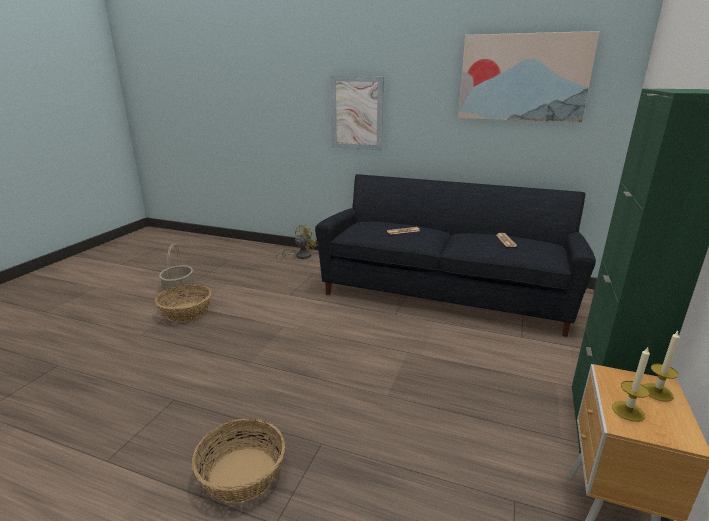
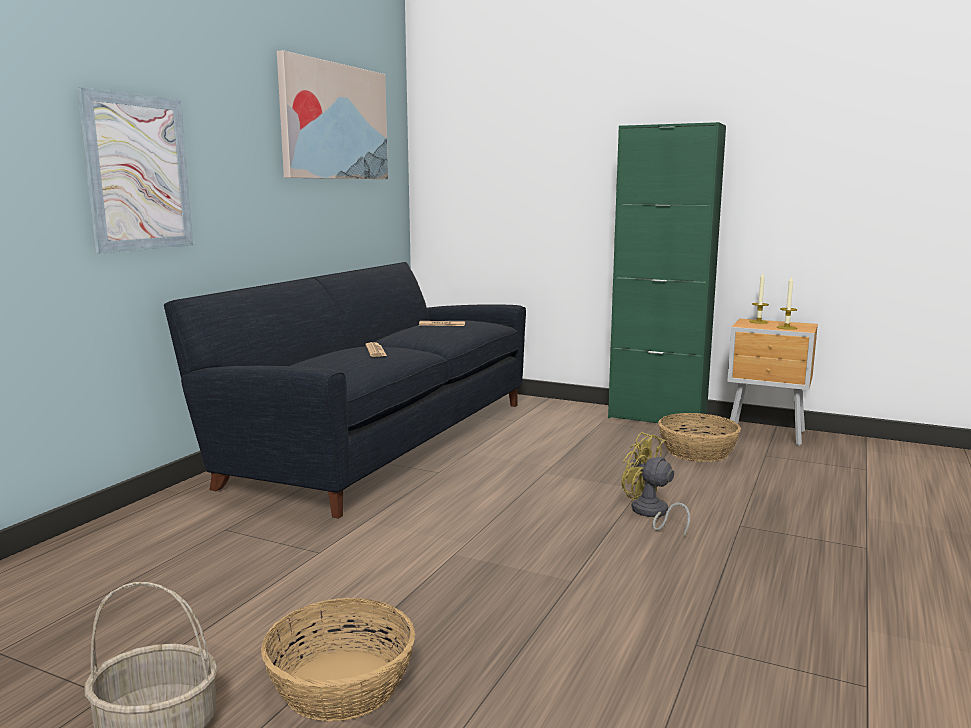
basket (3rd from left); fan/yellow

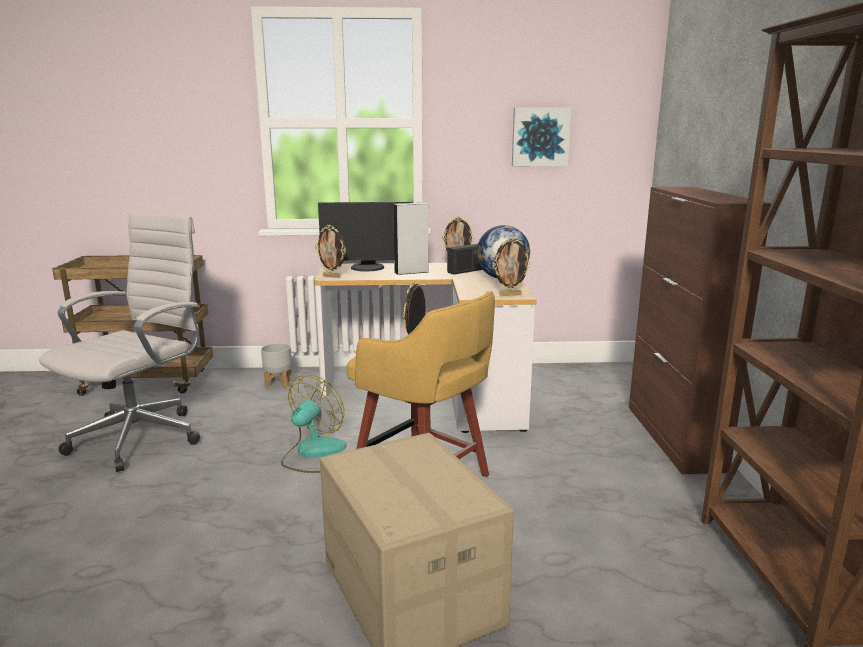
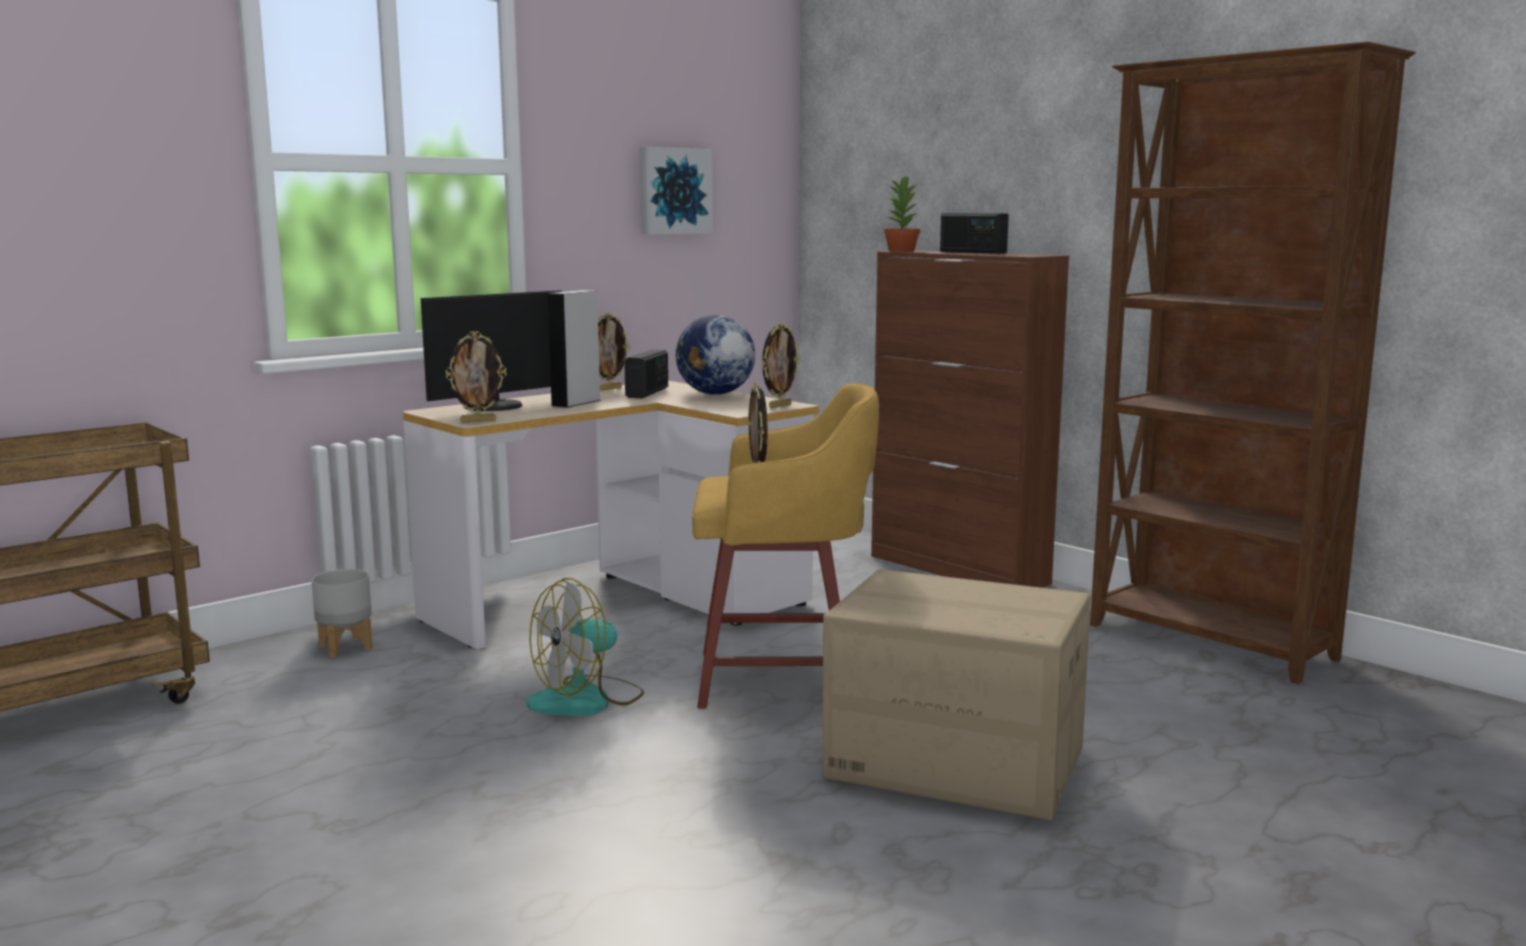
office chair/white; fan; potted plant; radio (2nd from left)

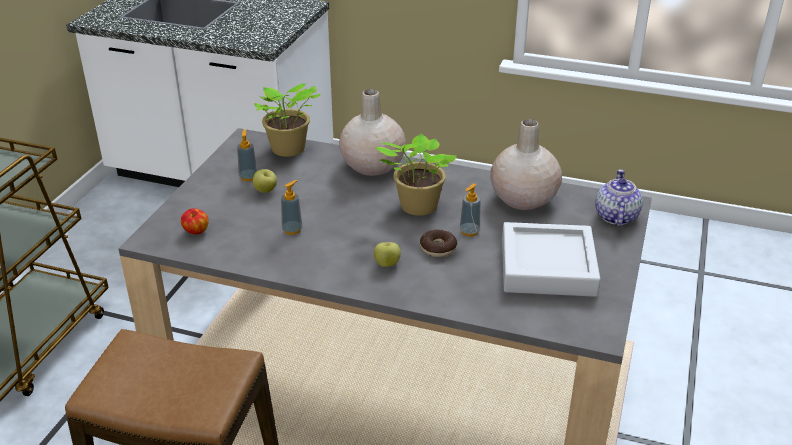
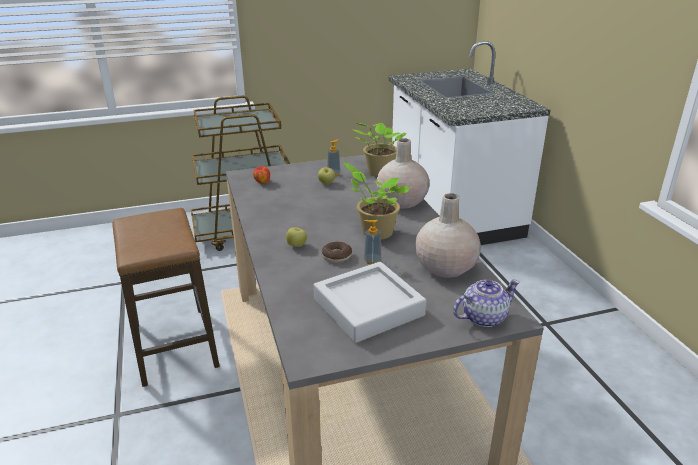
soap dispenser (2nd from left in the first image)

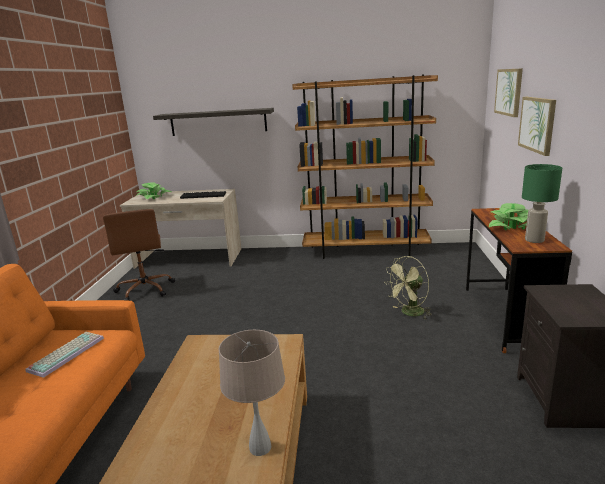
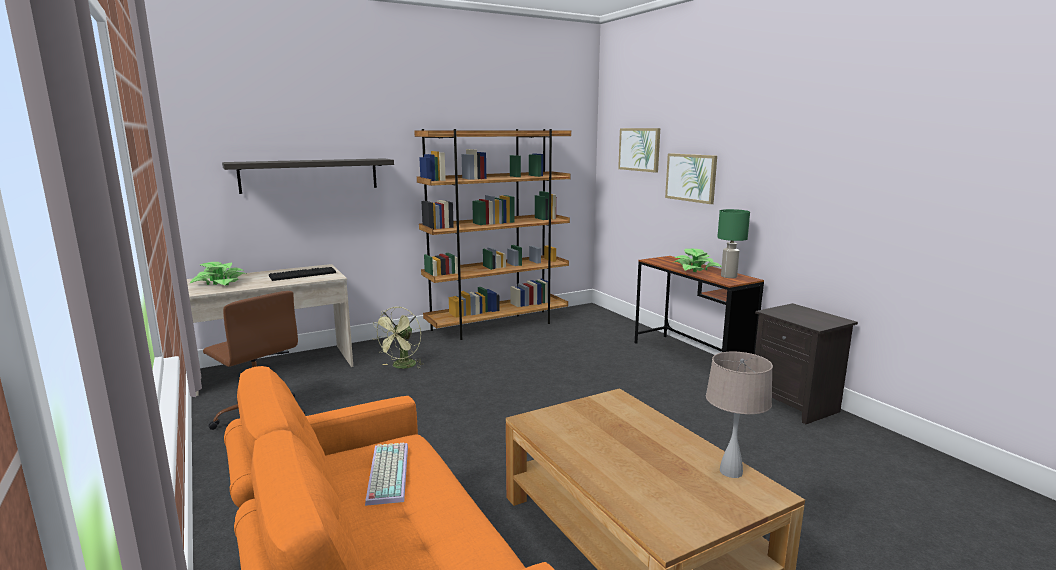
fan/green

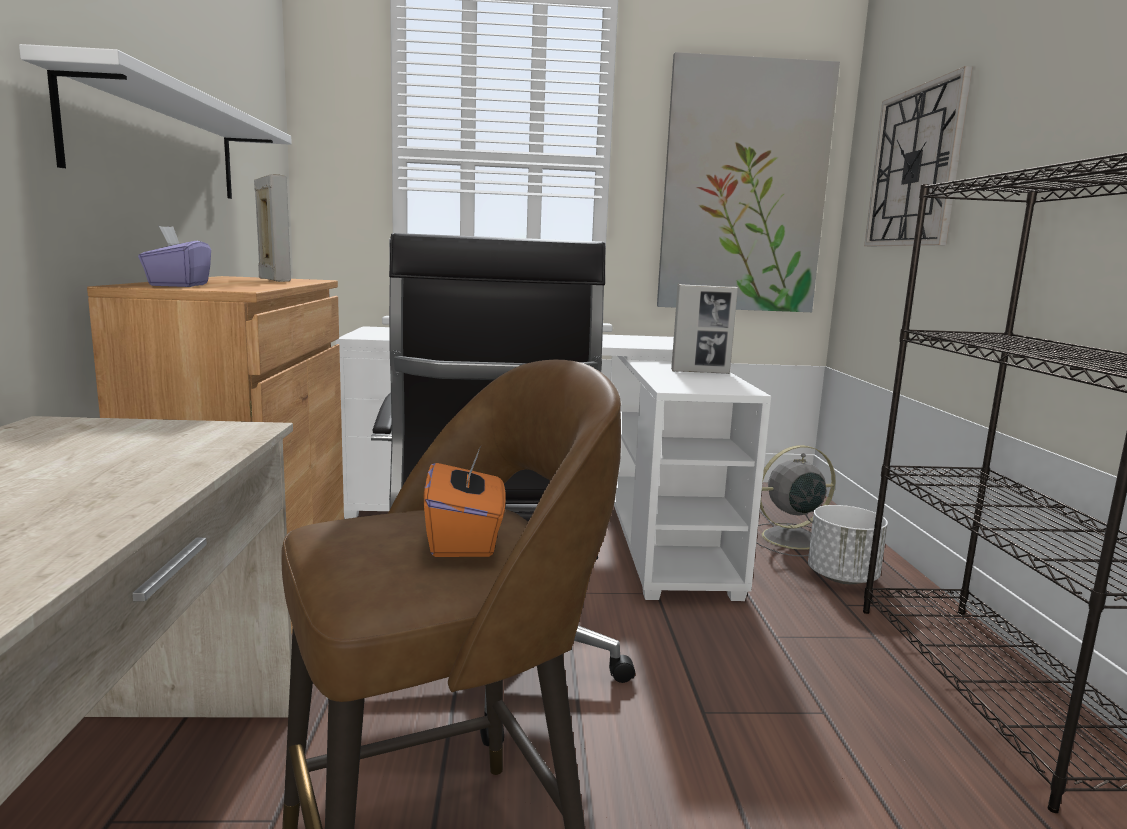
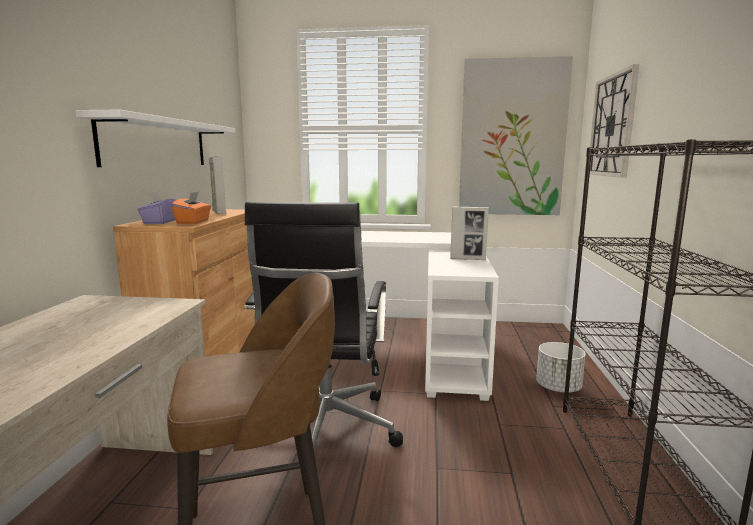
tissue box/orange; fan/grey

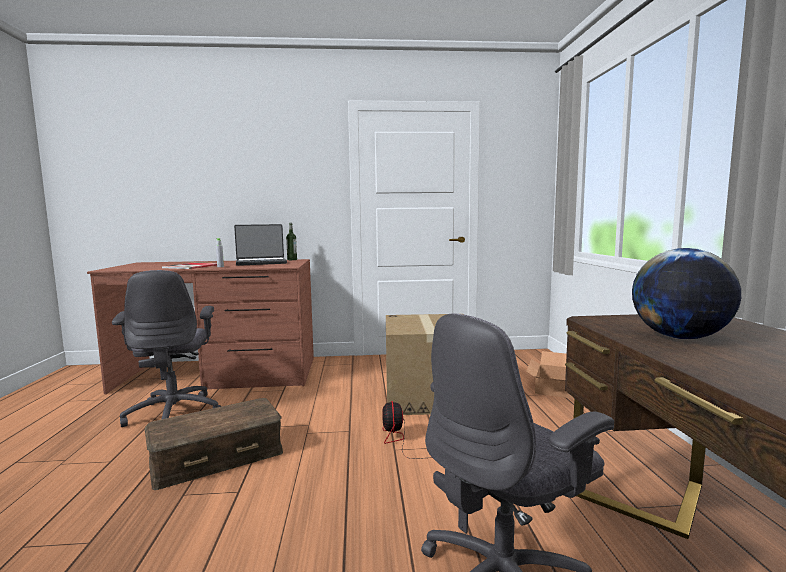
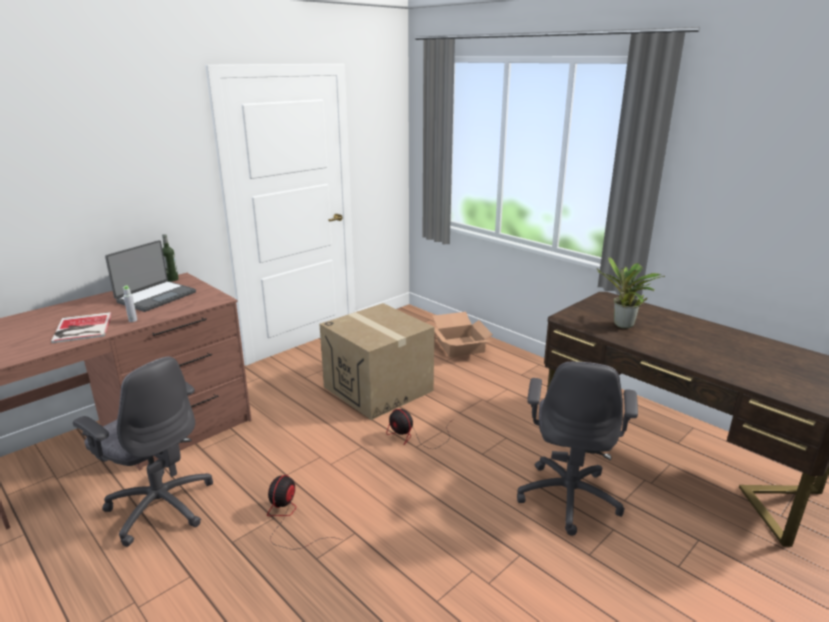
fan (1st from left); potted plant

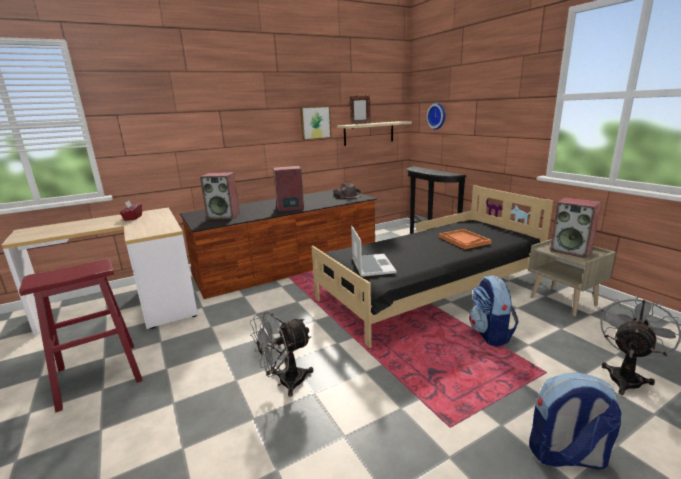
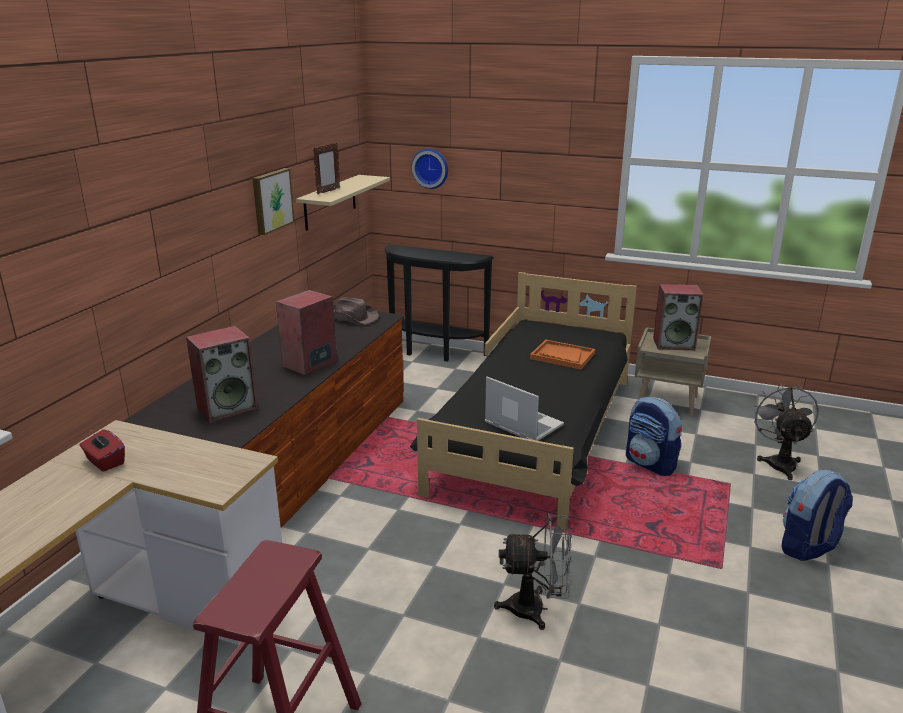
fan/grey (1st from left)

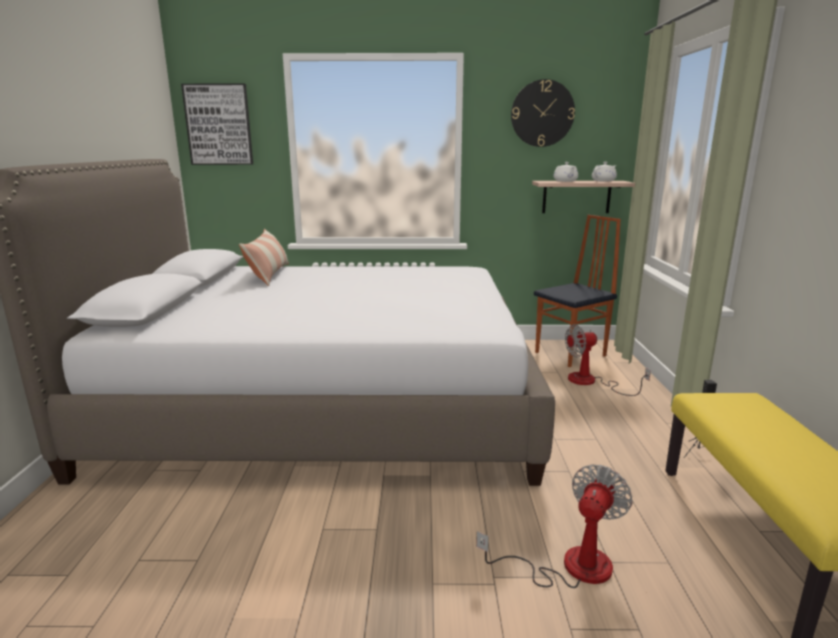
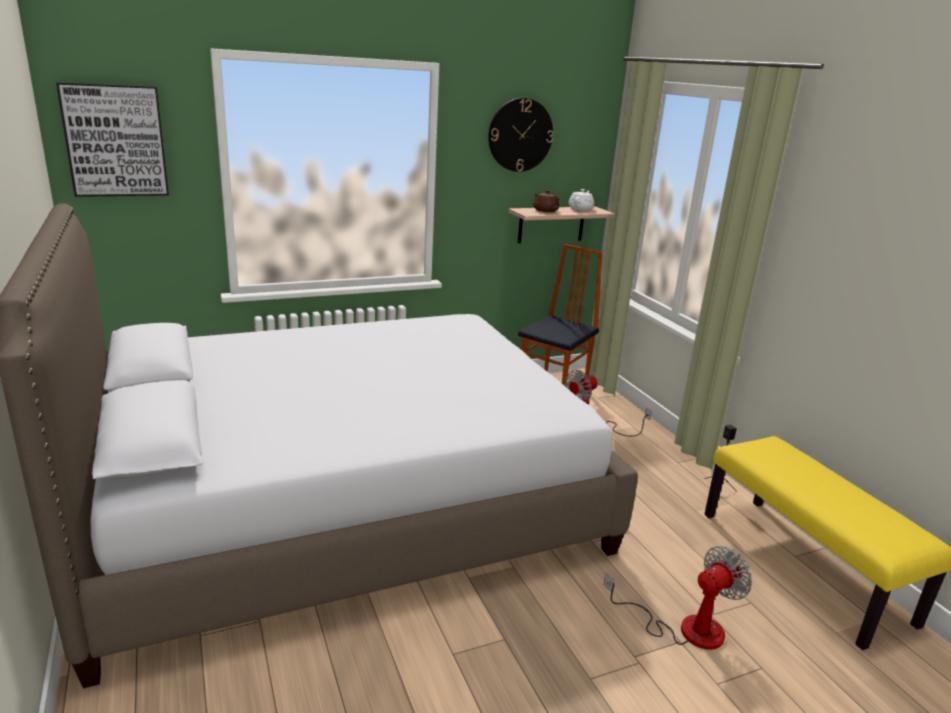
pillow; fan (2nd from left); teapot/brown

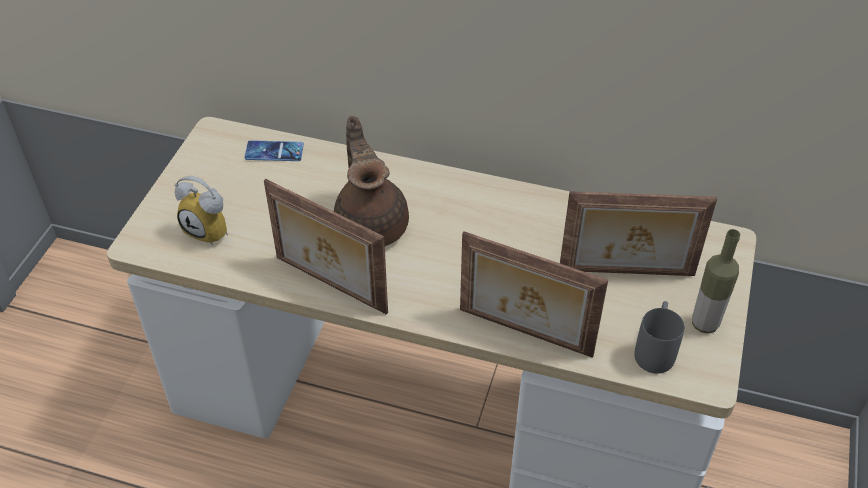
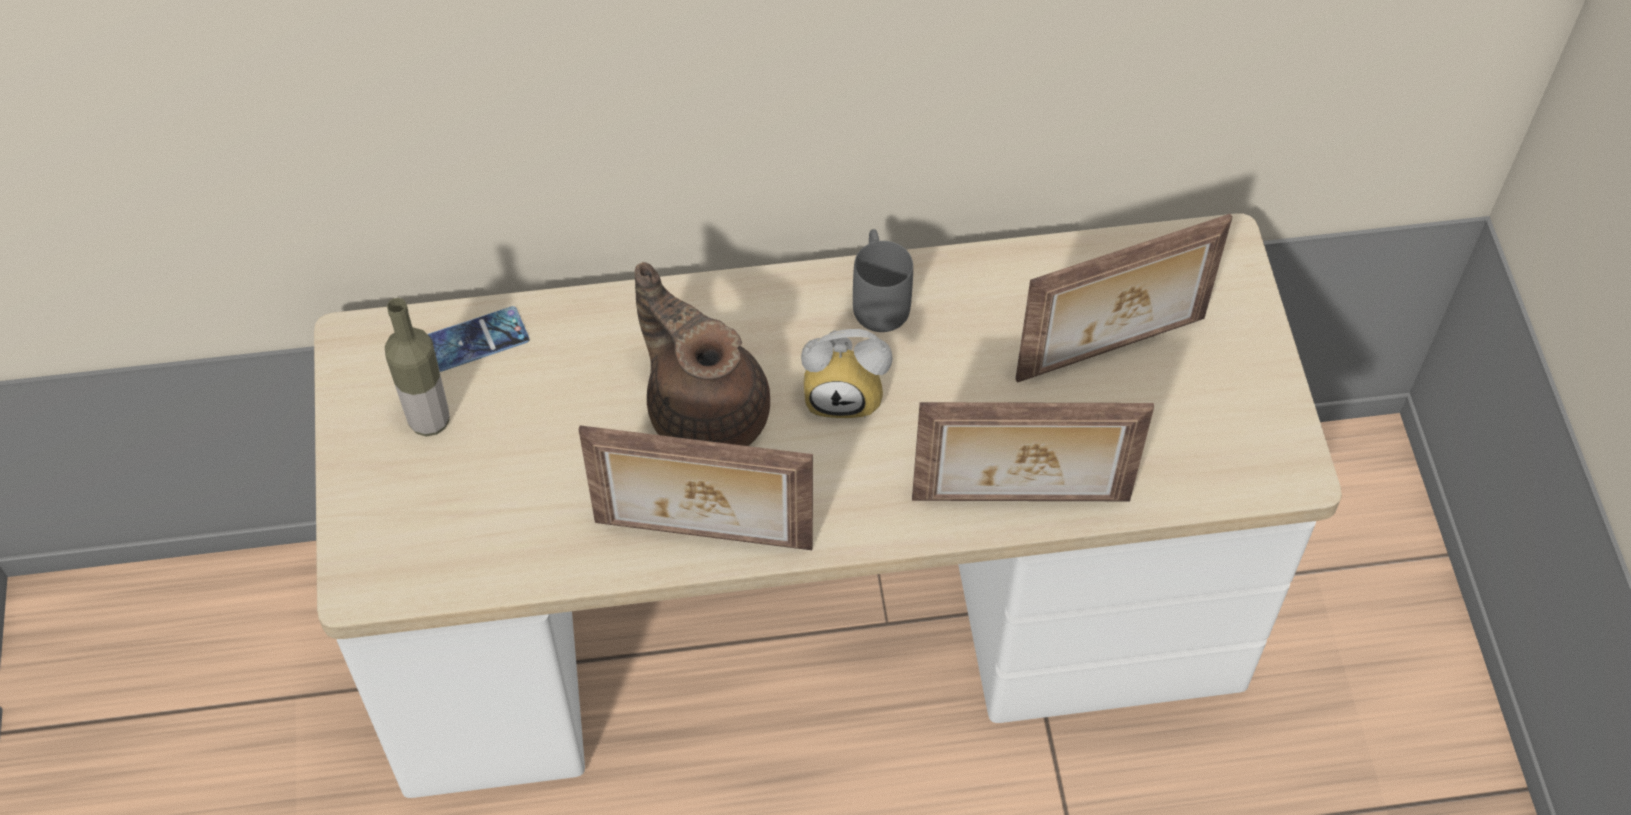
alarm clock; mug/grey; bottle

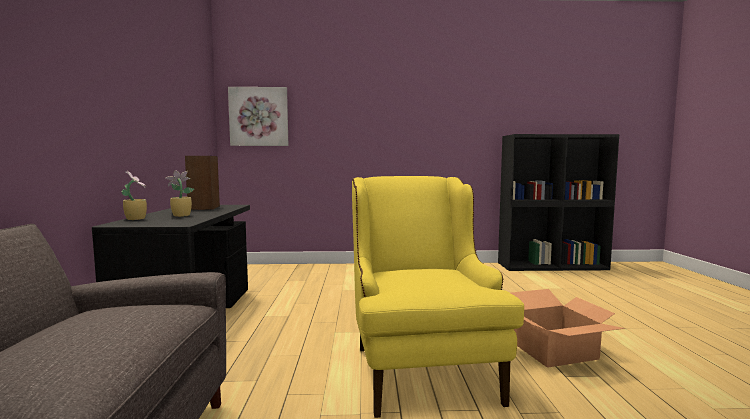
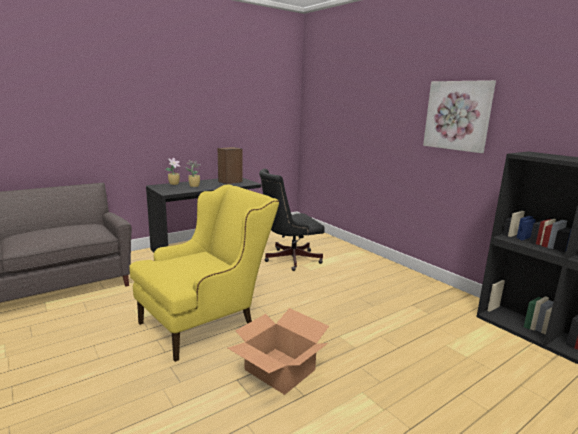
picture; office chair/black

